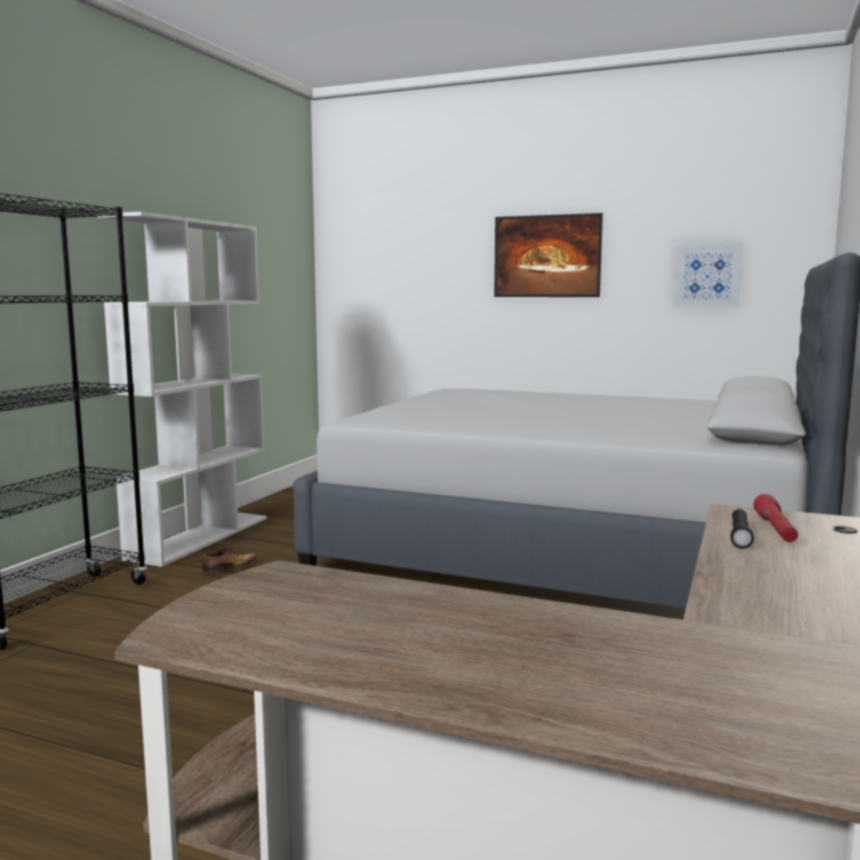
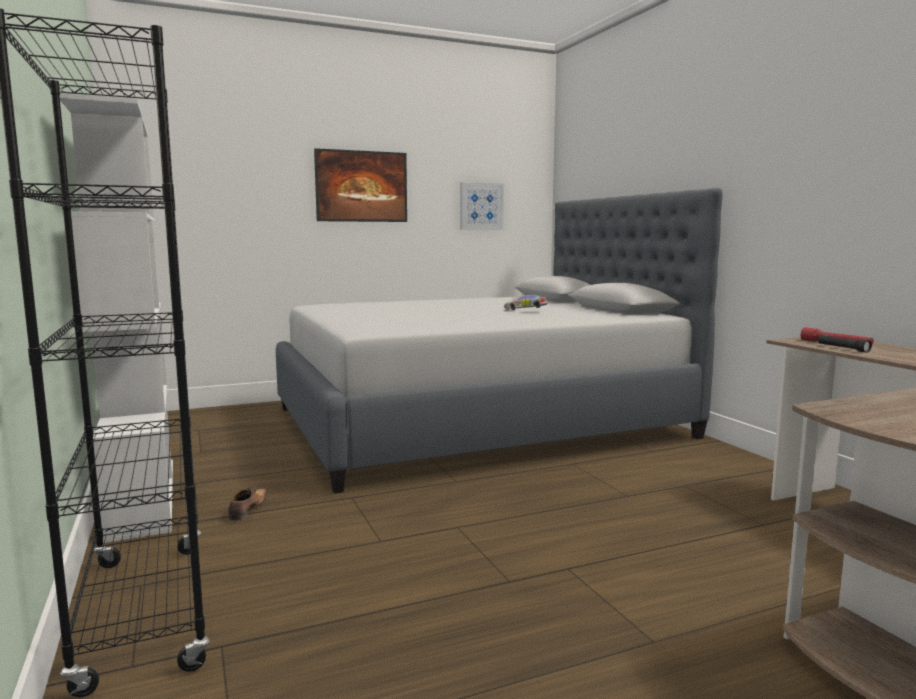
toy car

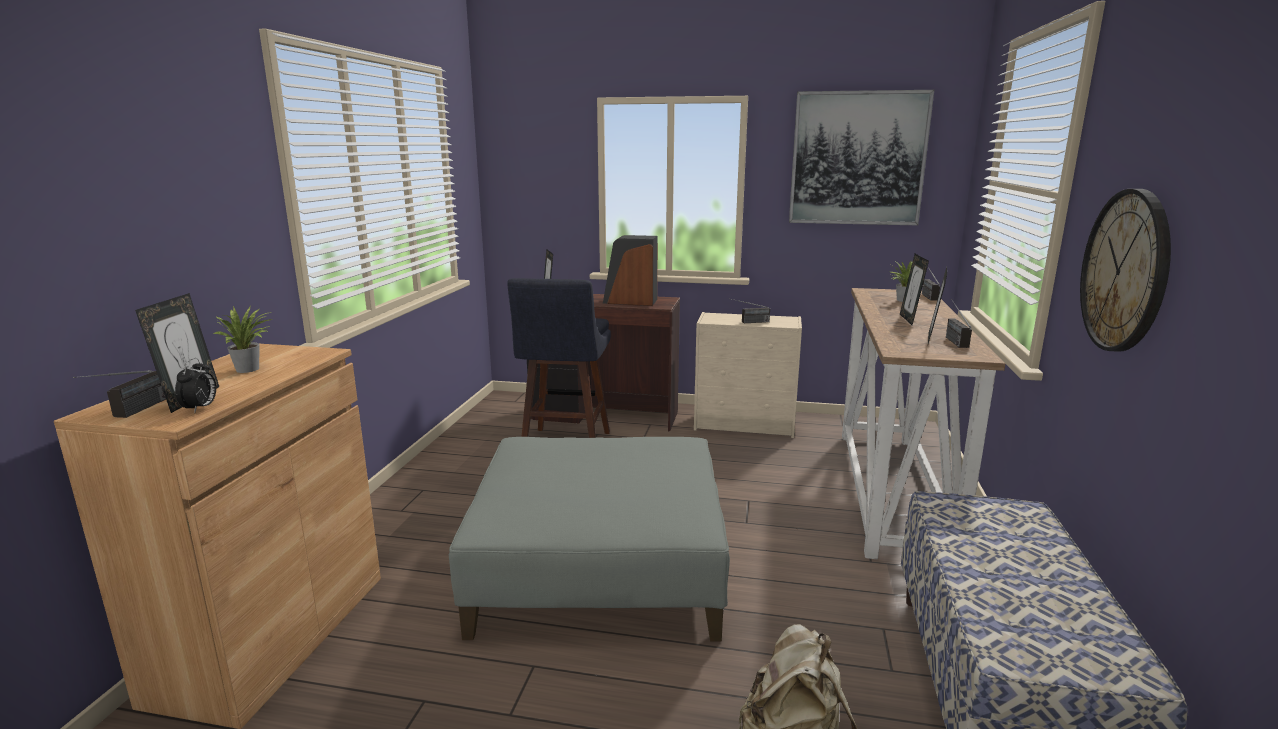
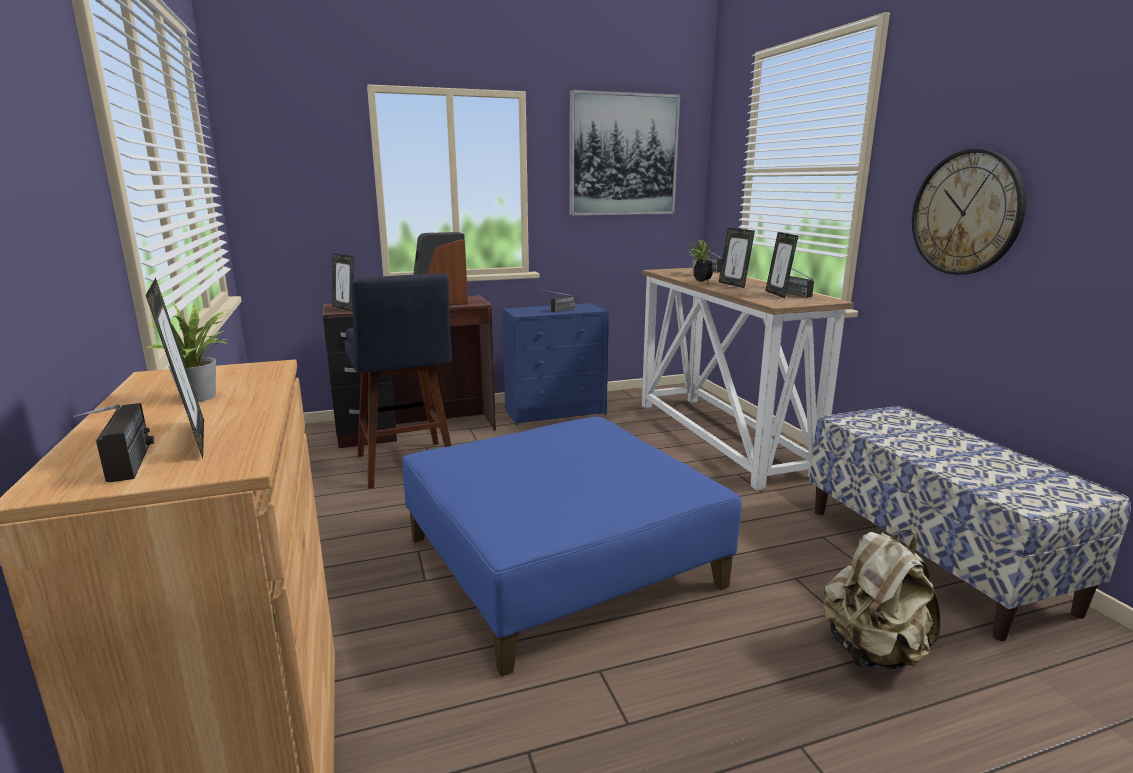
alarm clock; ottoman/blue; dresser/blue

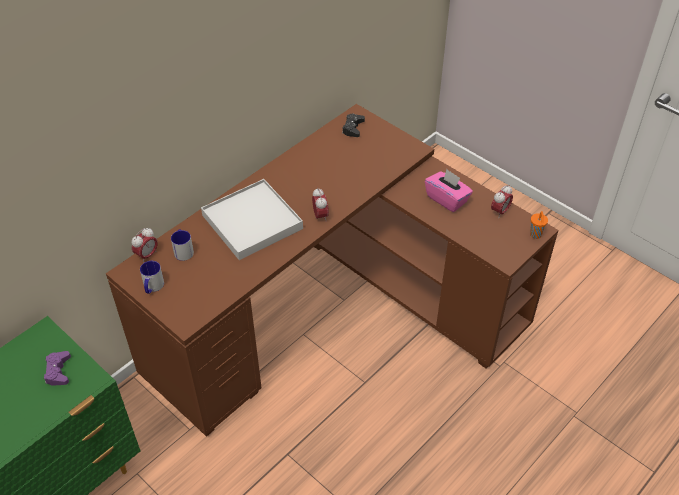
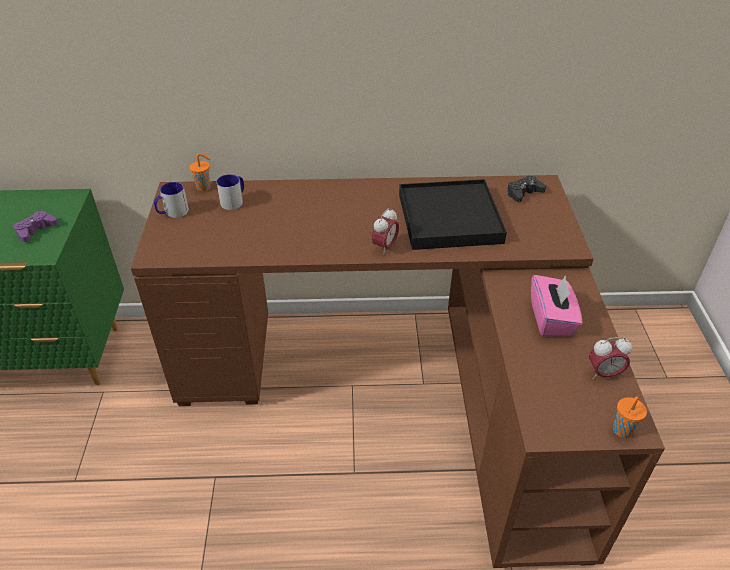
cup/orange (1st from left); tray/white; tray/black

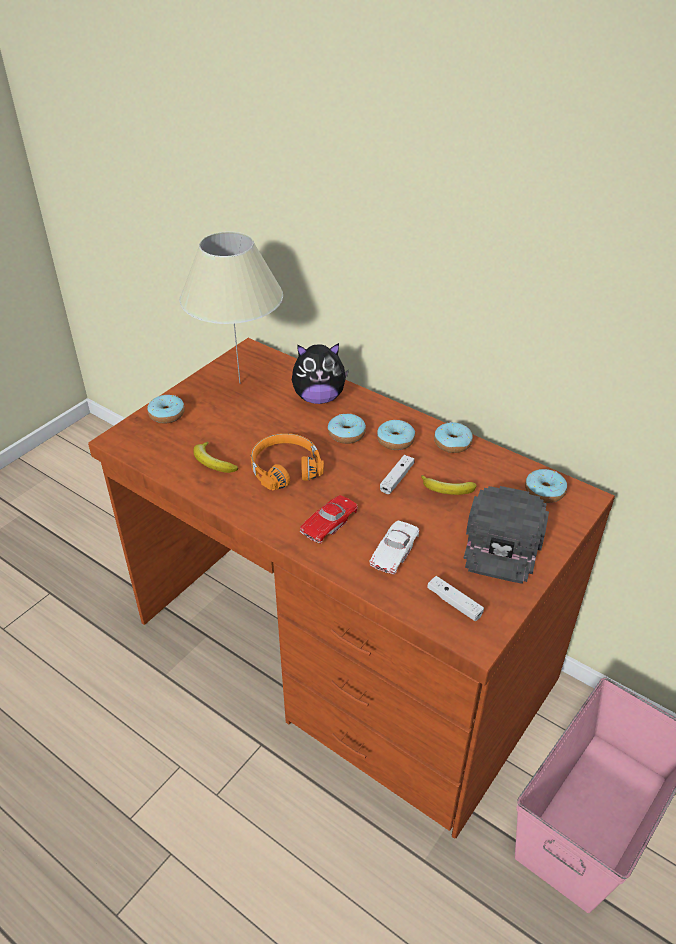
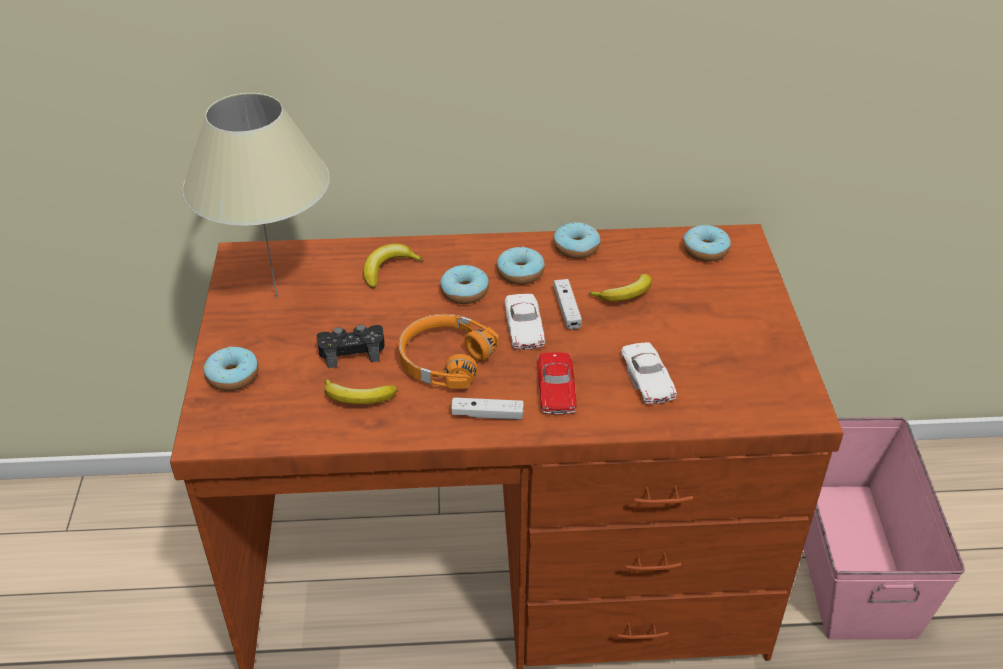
banana (2nd from left); game controller/white (1st from left); cap/black; game controller/black; toy car/white (1st from left)

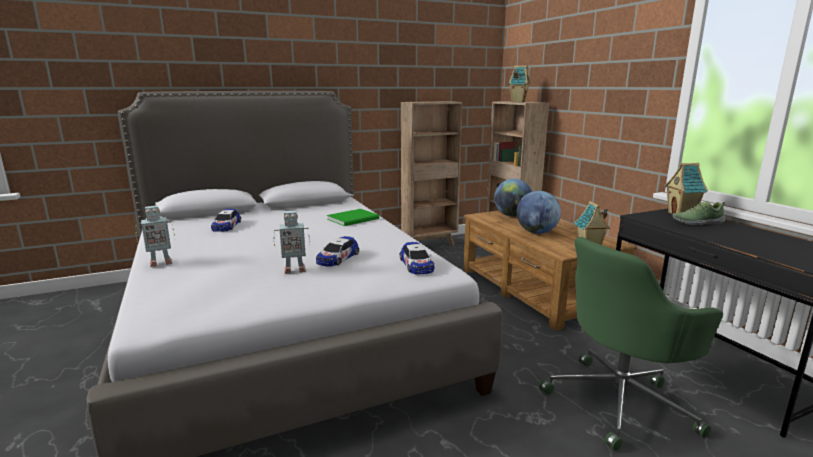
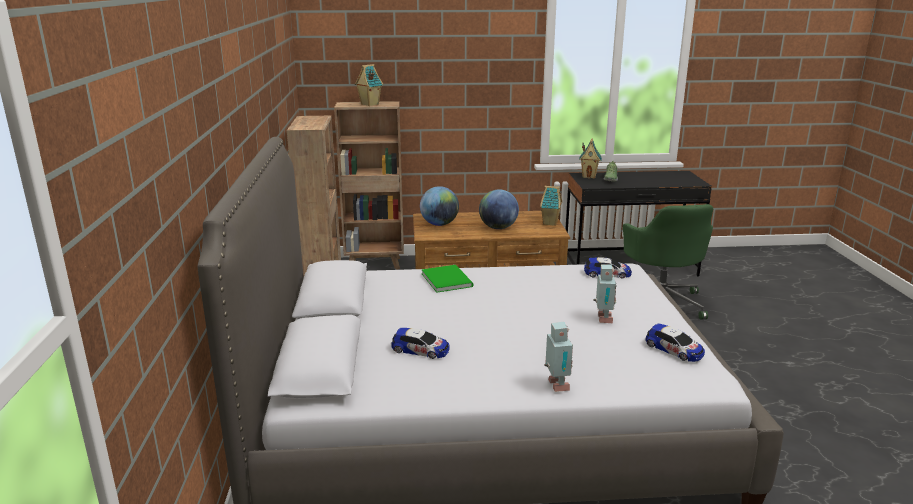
toy car (3rd from left)

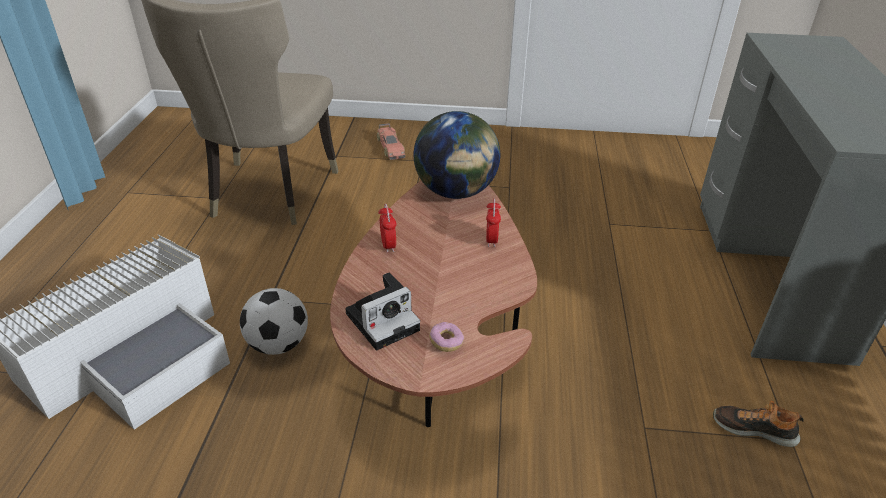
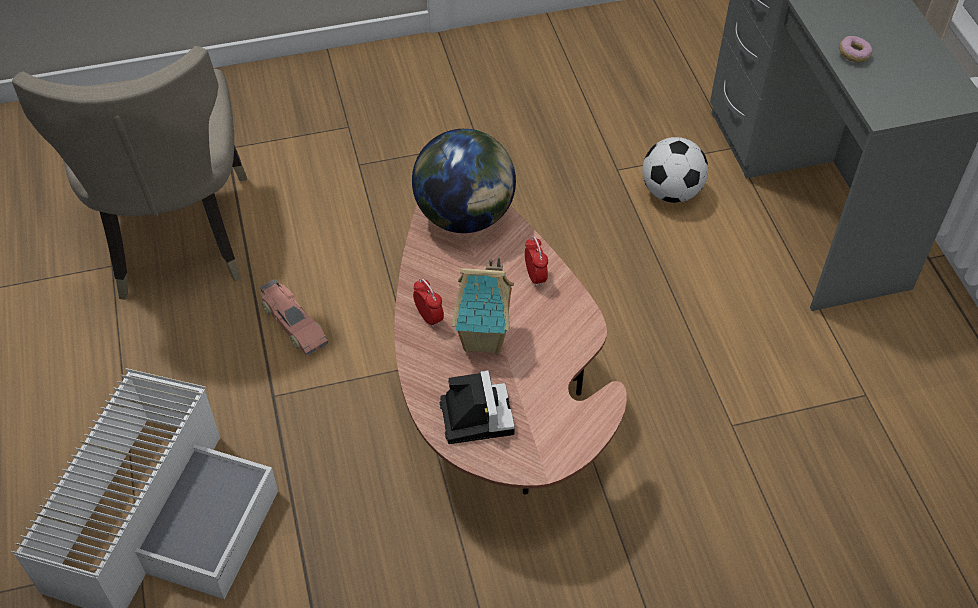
football; photo camera; toy car; donut; shoe; toy house

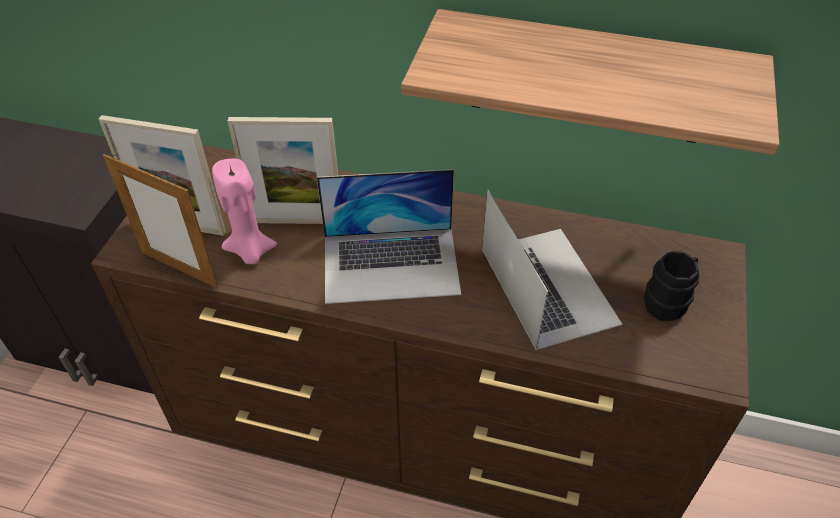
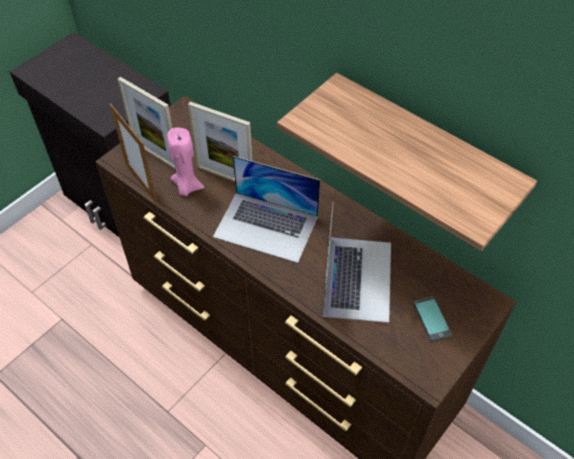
phone

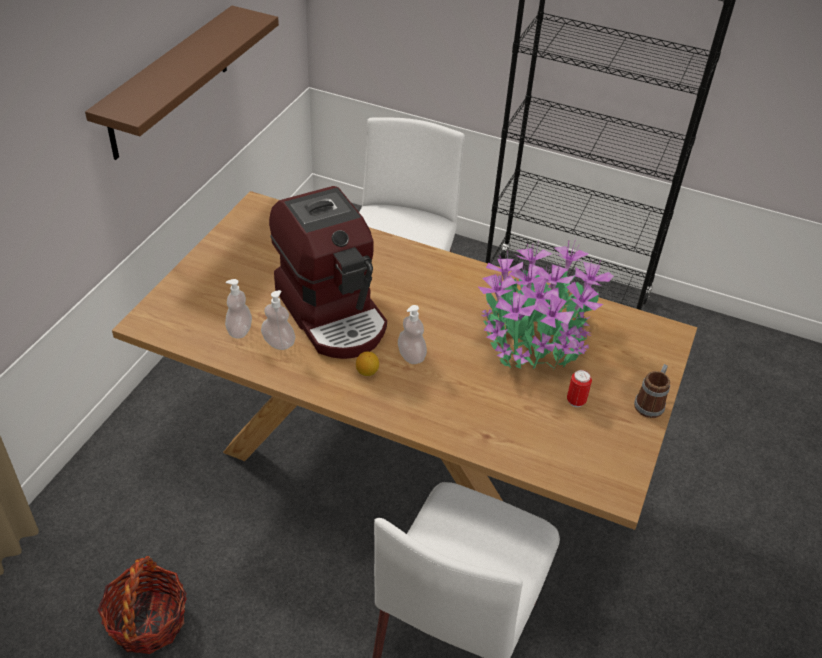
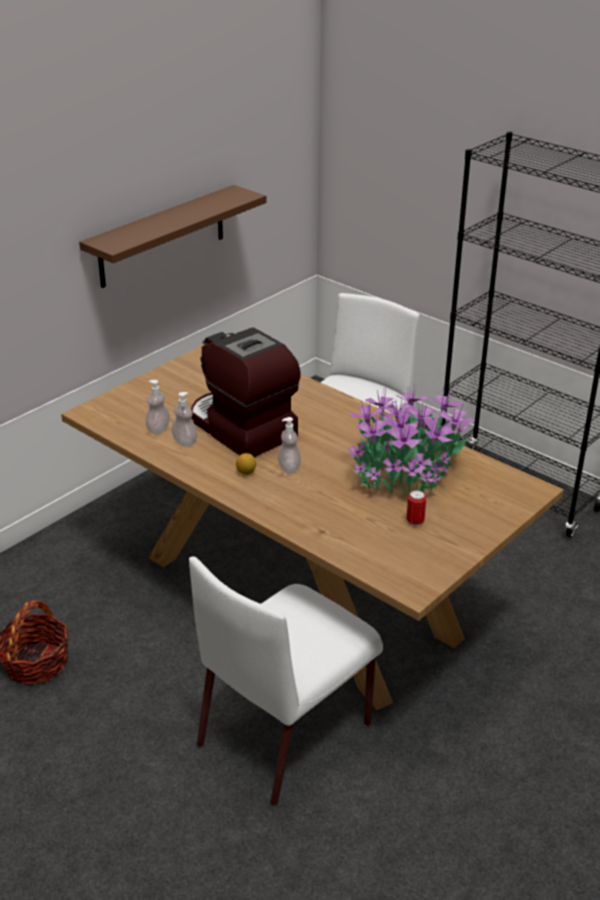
coffee machine; mug

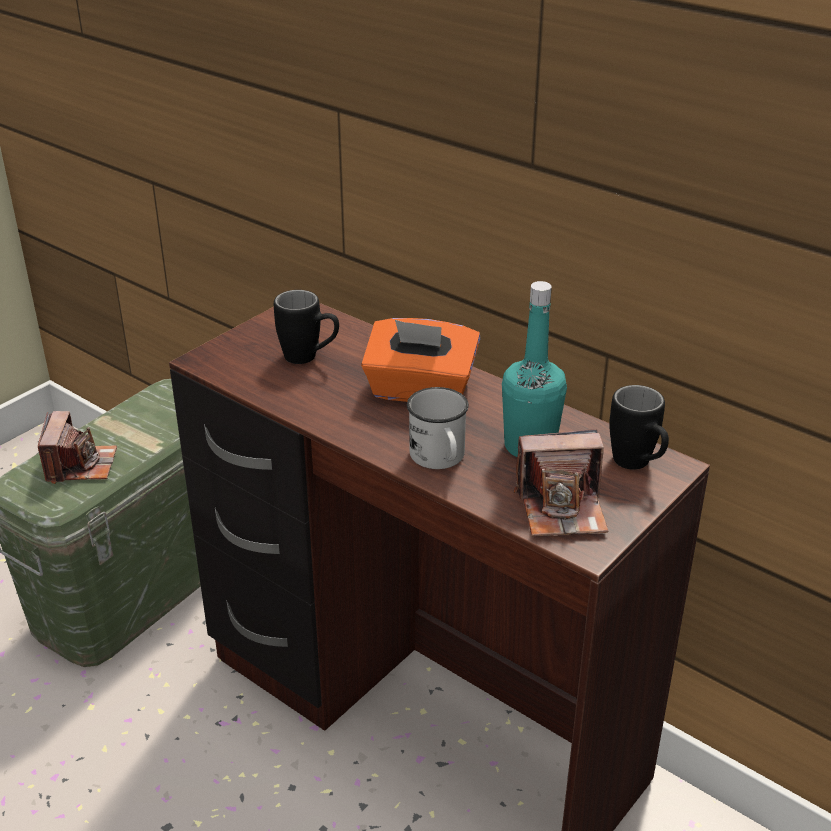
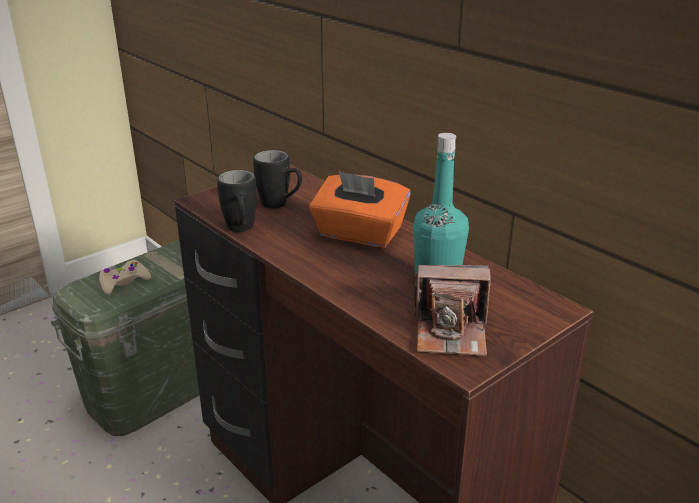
game controller/beige; mug/white; mug/black (1st from left)

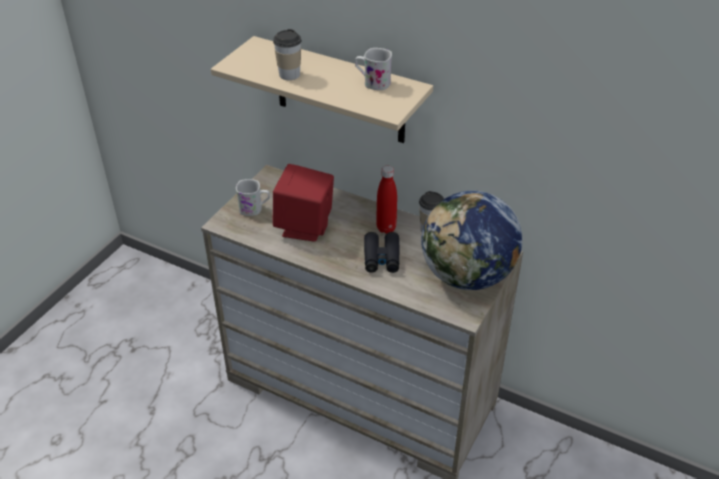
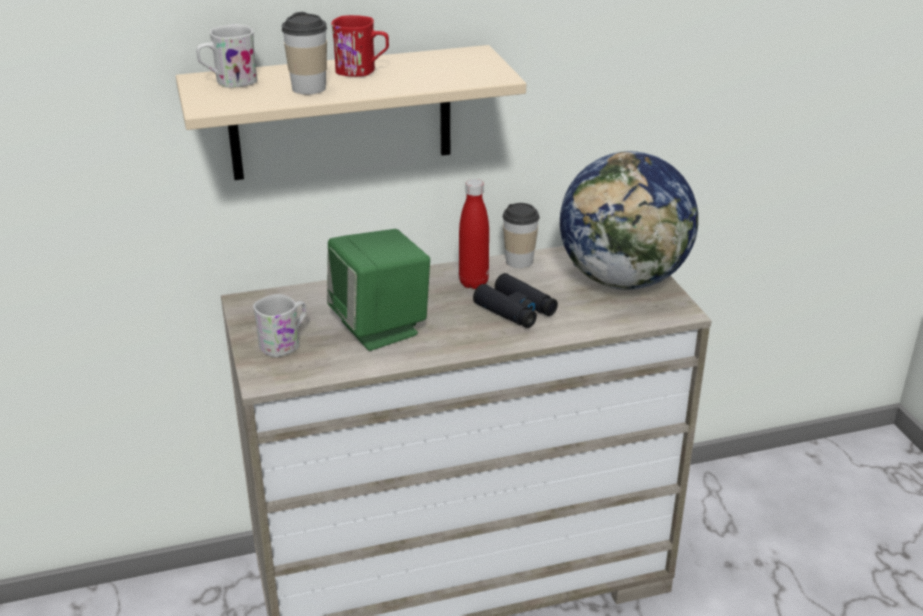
speaker/green; mug/white (1st from left); mug/red

